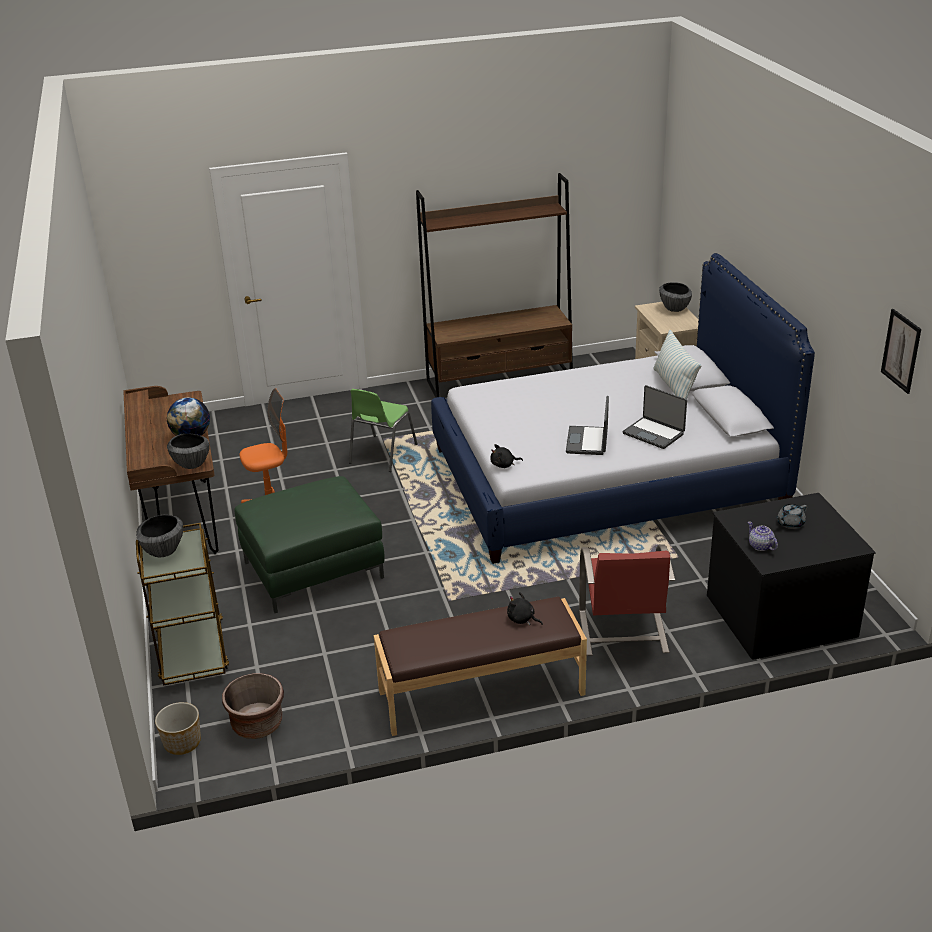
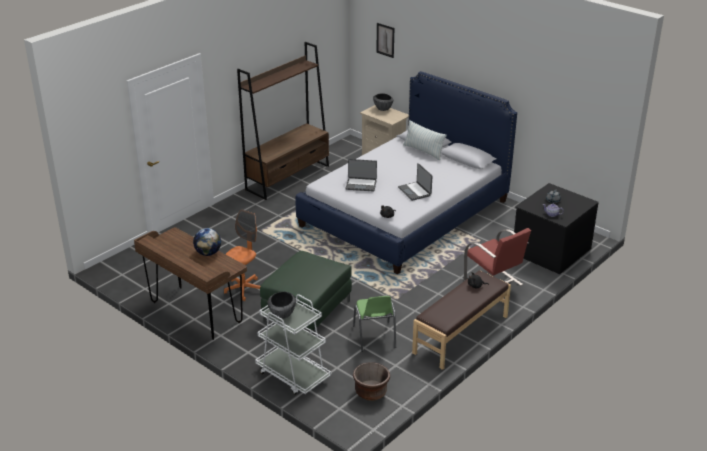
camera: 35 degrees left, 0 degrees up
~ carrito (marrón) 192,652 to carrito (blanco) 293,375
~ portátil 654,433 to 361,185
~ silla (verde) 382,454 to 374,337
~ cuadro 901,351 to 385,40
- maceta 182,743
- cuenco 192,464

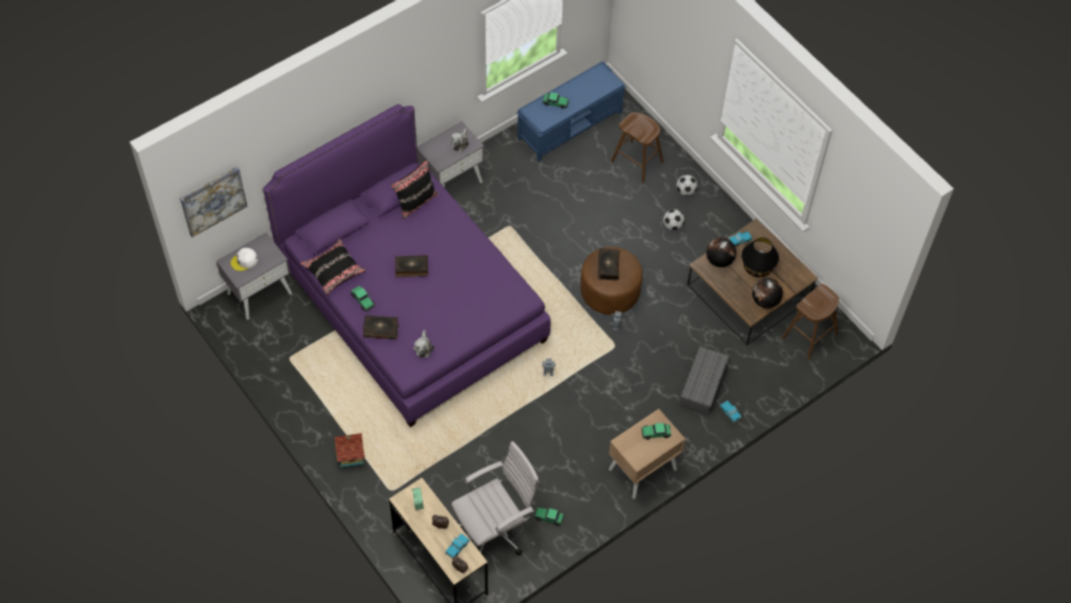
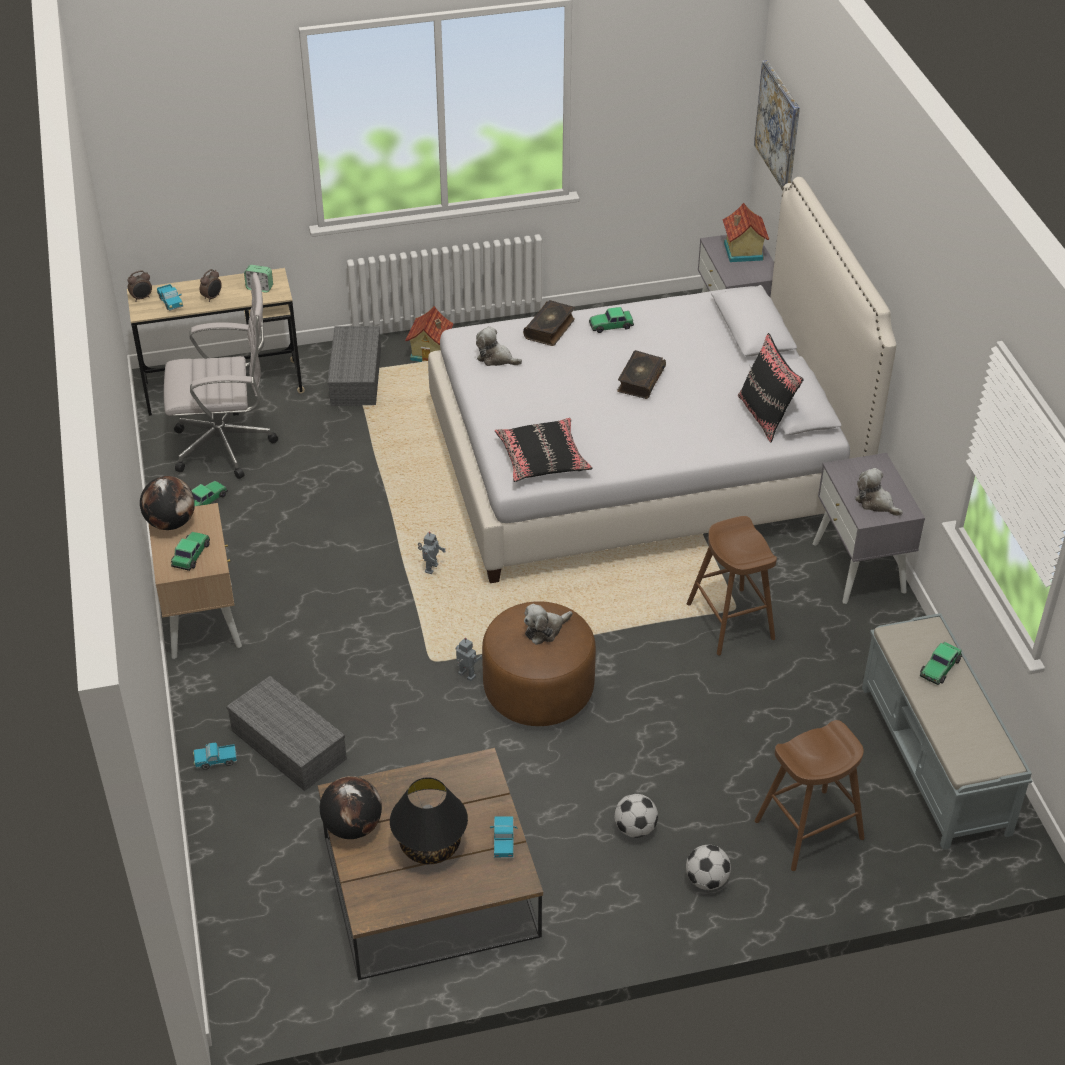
camera: 115 degrees right, 15 degrees down
~ globo terráqueo 719,260 to 171,523
~ silla de oficina (blanco) 495,530 = 228,446 90 degrees counterclockwise
+ caja de almacenaje (gris) 357,378
~ cama (morado) 411,302 to cama (blanco) 642,464
~ cojín (negro) 334,270 to 542,459
~ libro 607,266 to peluche 545,630
~ taburete (marrón) 809,335 to 730,621
~ gorra (blanco) 244,261 to casita 742,252
~ banco (azul) 570,125 to banco (gris) 935,760

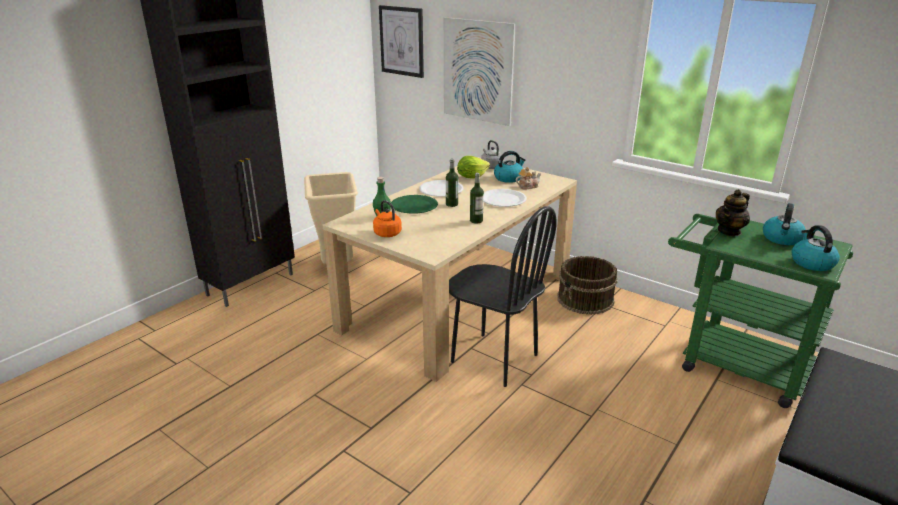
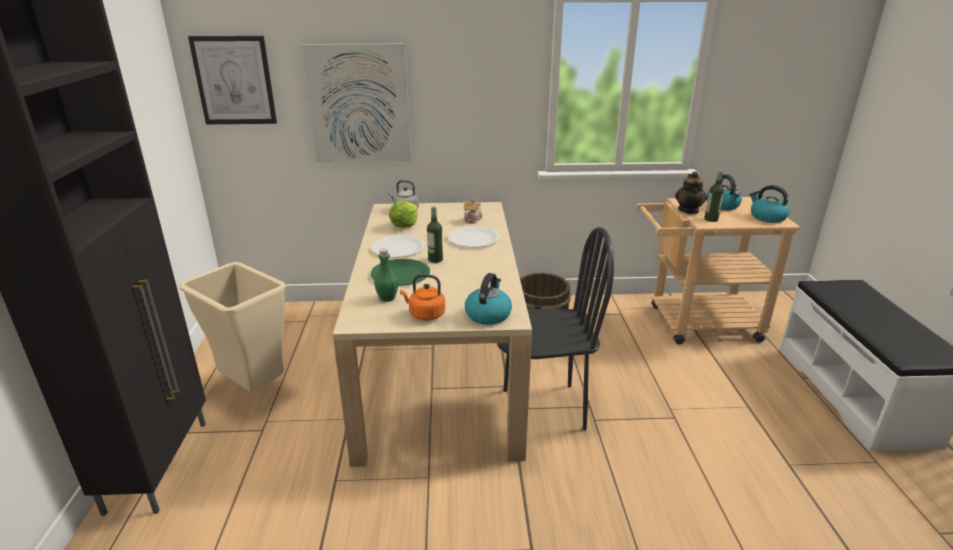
camera: 40 degrees left, 0 degrees up
~ hervidor 509,178 to 488,314
~ carrito (verde) 732,363 to carrito (beis) 694,323
~ botella 476,221 to 711,219

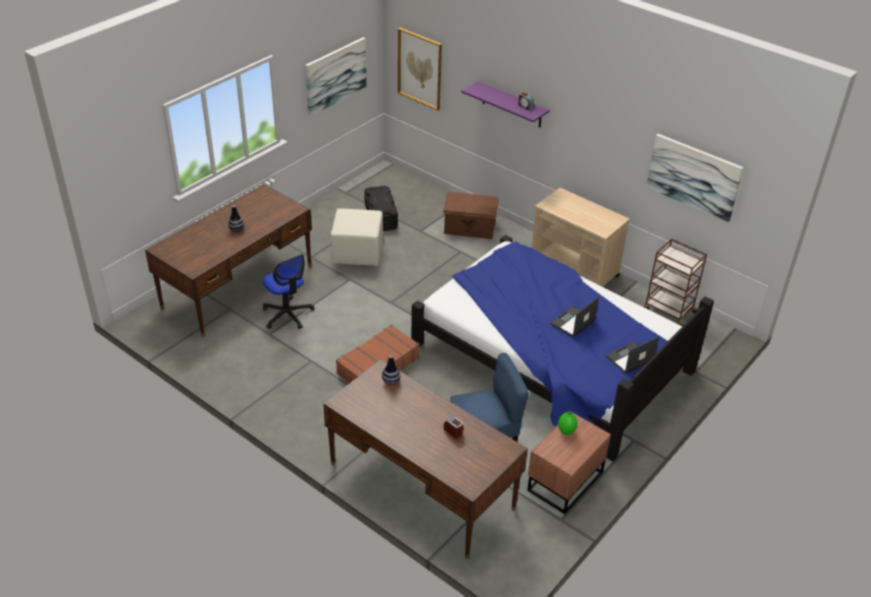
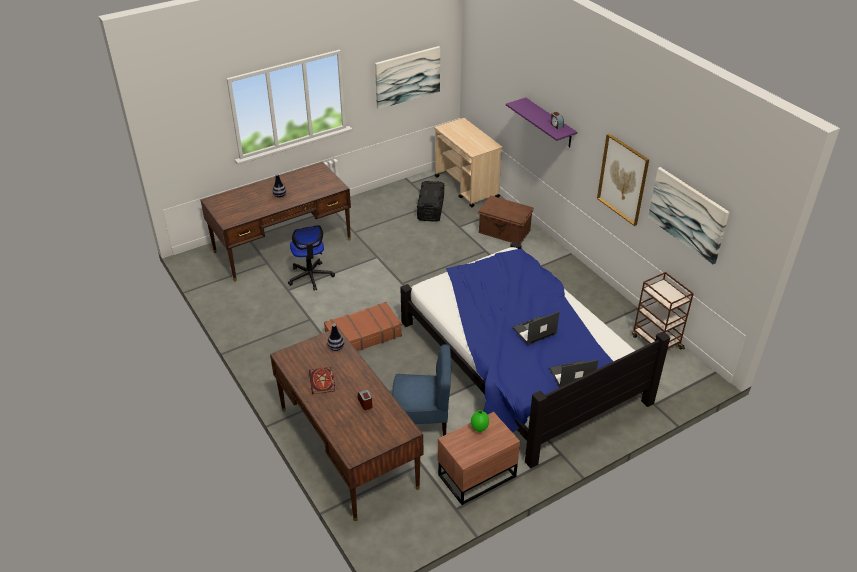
camera: 20 degrees right, 0 degrees up
+ libro 322,382
~ carrito (beis) 574,270 to 466,187
~ cuadro 420,68 to 623,179
- puf (beis) 358,253

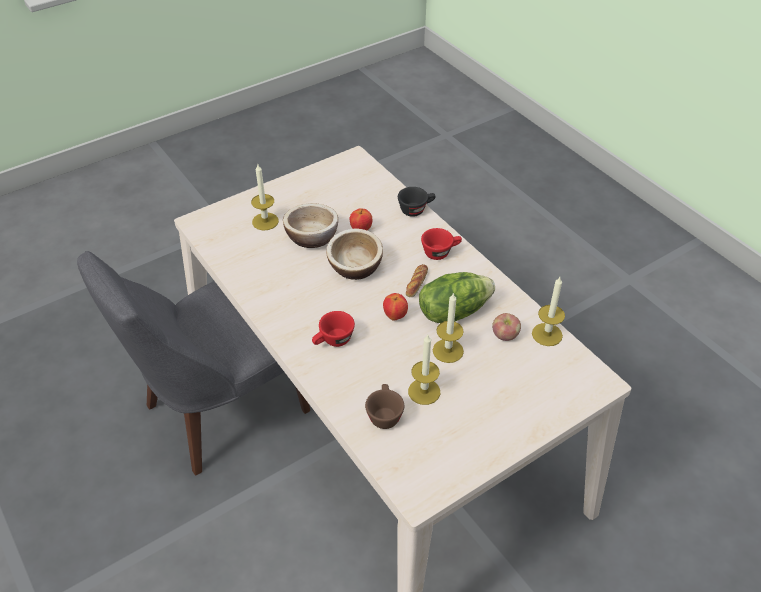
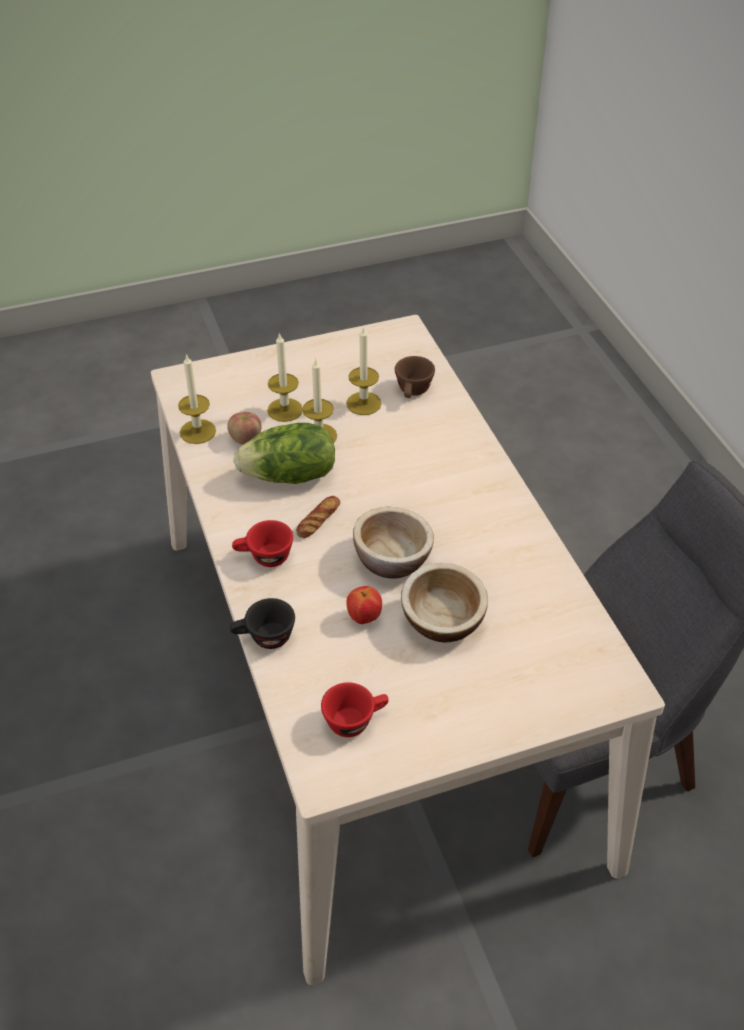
camera: 165 degrees left, 0 degrees up
~ vela 265,221 to 285,410
~ taza (rojo) 333,341 to 355,720
- manzana 395,316

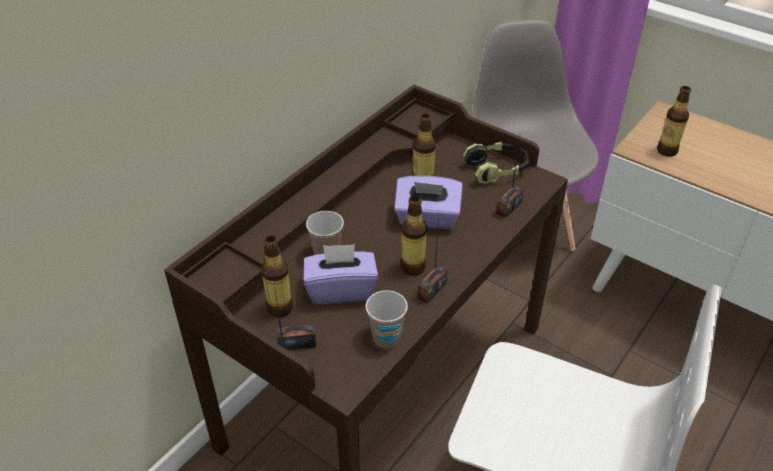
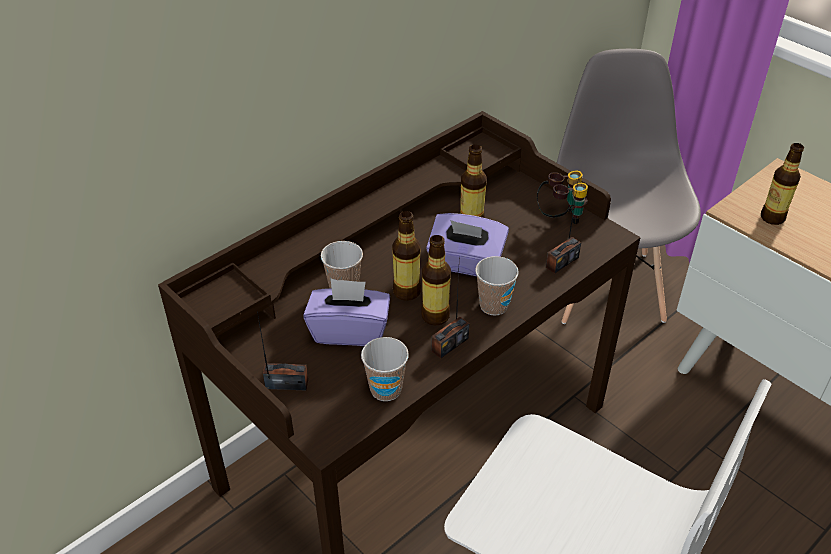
camera: 10 degrees right, 0 degrees up
~ botella 280,308 to 406,291
+ taza 493,305
~ auriculares 497,170 to prismáticos 559,217

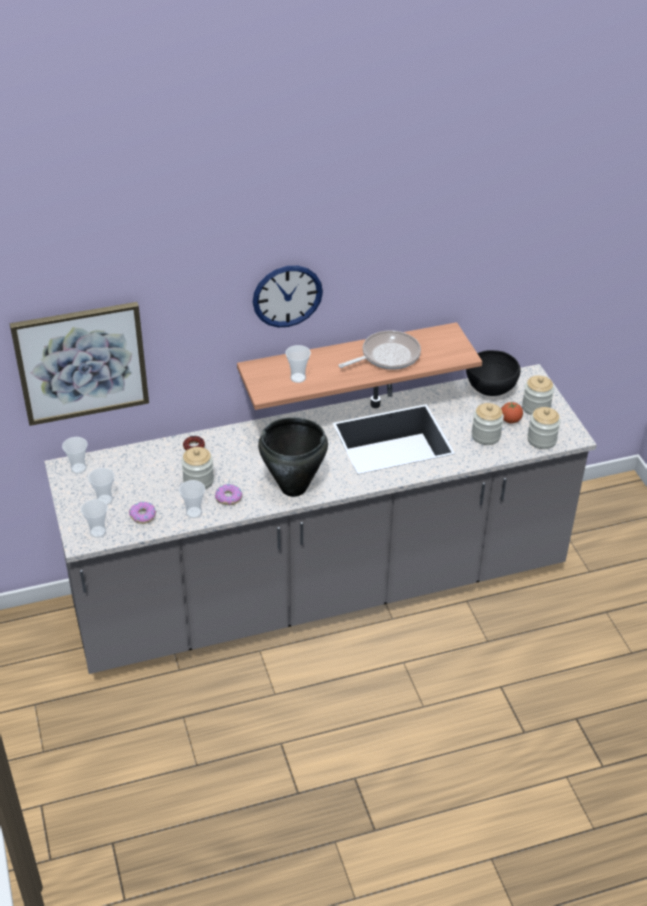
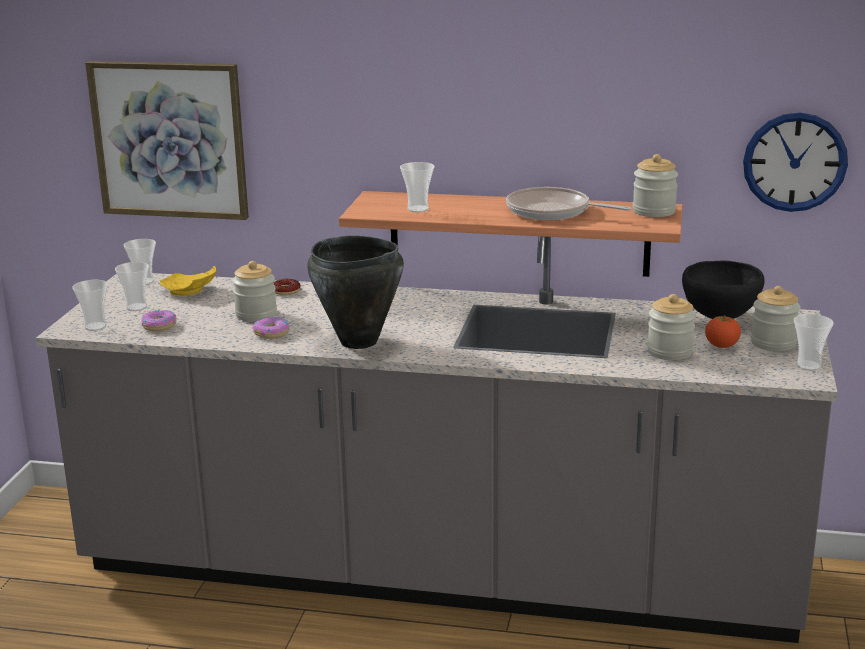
camera: 30 degrees right, 20 degrees down
+ plato (amarillo) 190,291
~ sartén 387,356 = 553,212 150 degrees counterclockwise
~ tarro 541,440 to 654,211
~ reloj de pared 287,296 to 794,162
~ taza 194,512 to 808,366

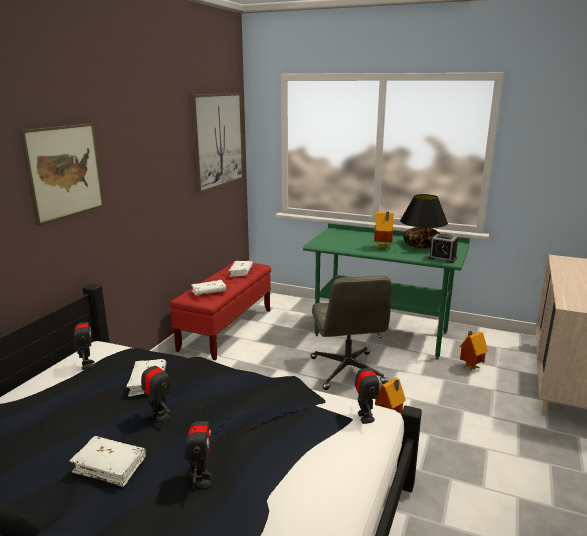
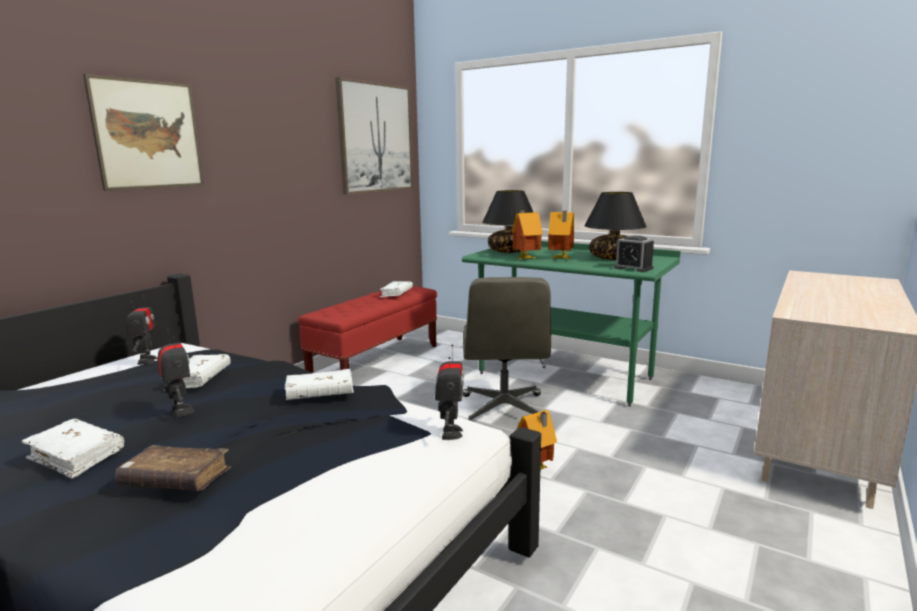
camera: 10 degrees right, 5 degrees down
~ robot de juguete 201,479 to libro (marrón) 176,480
~ libro (blanco) 209,292 to 320,394
+ lámpara de mesa (negro) 509,251
~ casita 469,367 to 525,259

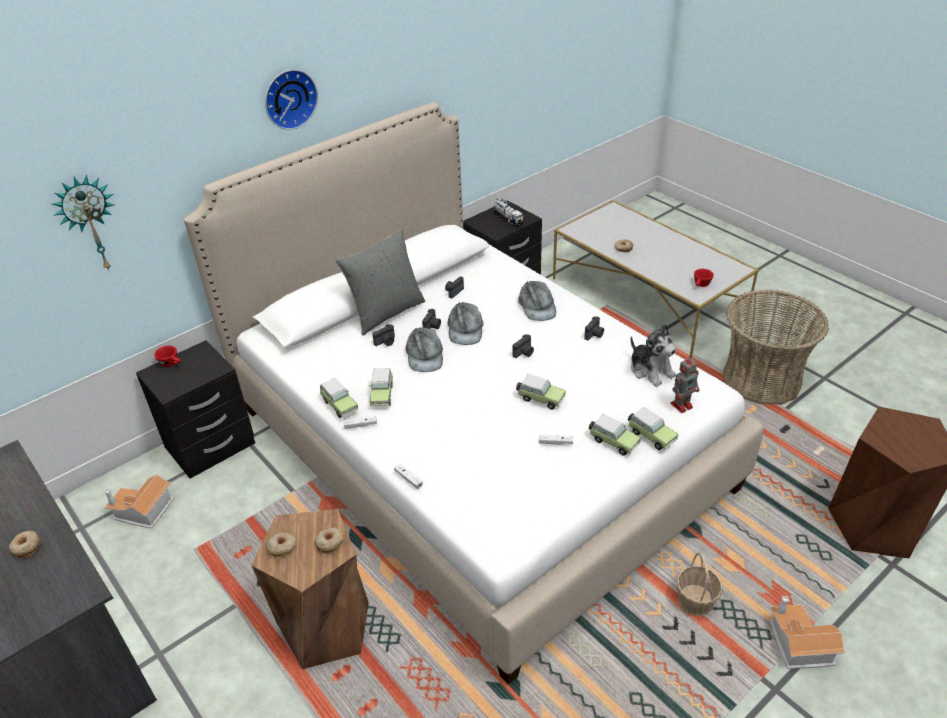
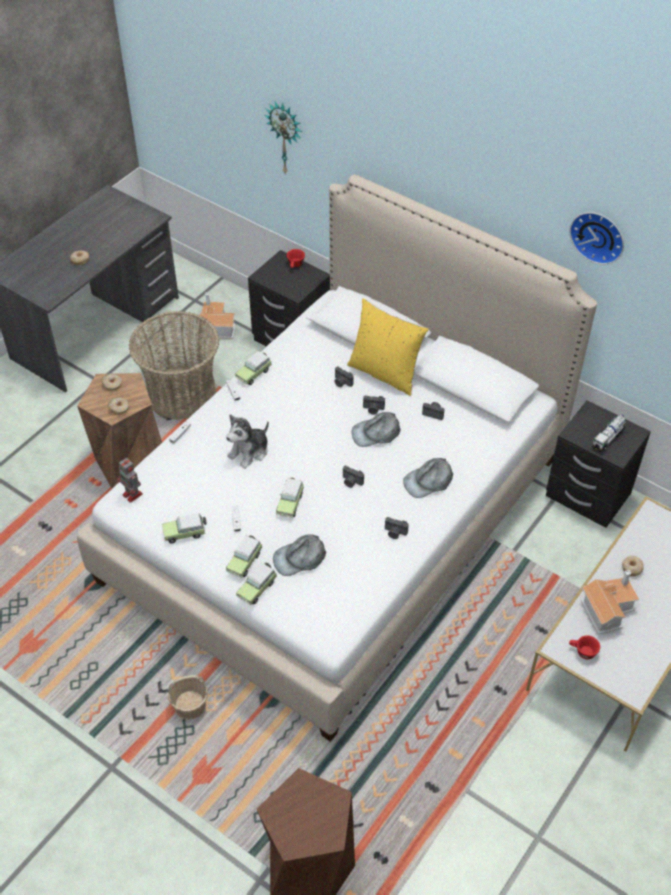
camera: 75 degrees right, 10 degrees up
~ robot de juguete 682,405 to 133,495
~ cesta 761,380 to 181,394
~ coche de juguete 382,394 to 186,533
~ peluche 651,370 to 249,452
~ gorra (gris) 424,355 to 300,558
~ cojín (gris) 386,312 to cojín (amarillo) 385,372
~ reloj de pared 289,98 to 598,235
~ casita 797,644 to 607,608

